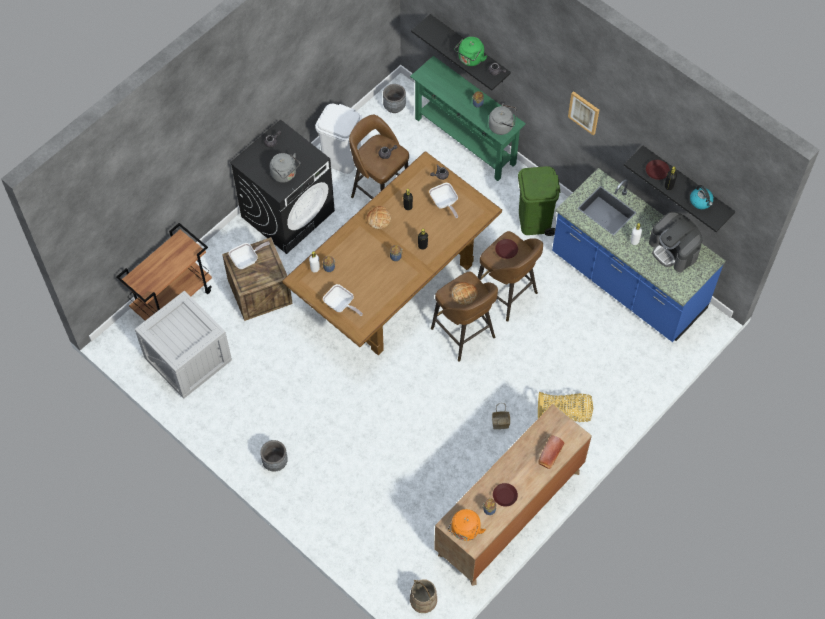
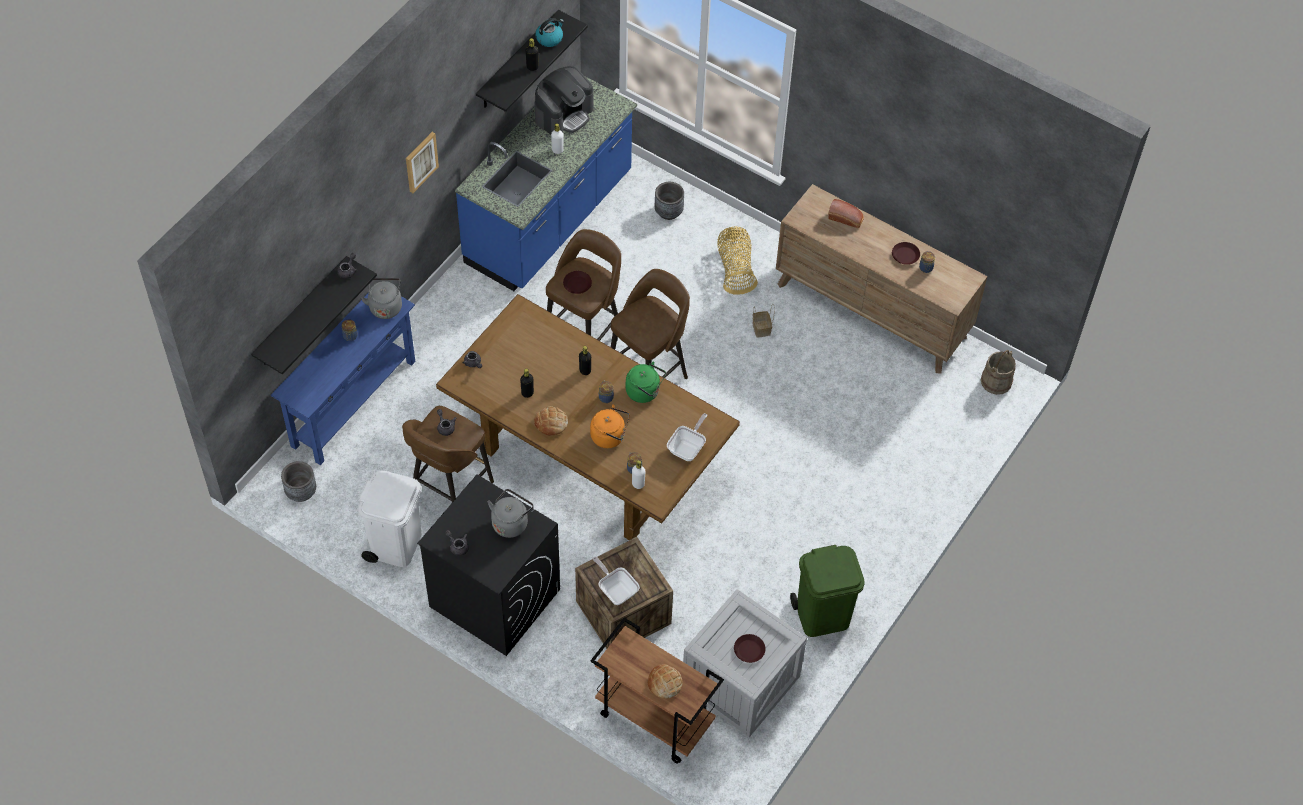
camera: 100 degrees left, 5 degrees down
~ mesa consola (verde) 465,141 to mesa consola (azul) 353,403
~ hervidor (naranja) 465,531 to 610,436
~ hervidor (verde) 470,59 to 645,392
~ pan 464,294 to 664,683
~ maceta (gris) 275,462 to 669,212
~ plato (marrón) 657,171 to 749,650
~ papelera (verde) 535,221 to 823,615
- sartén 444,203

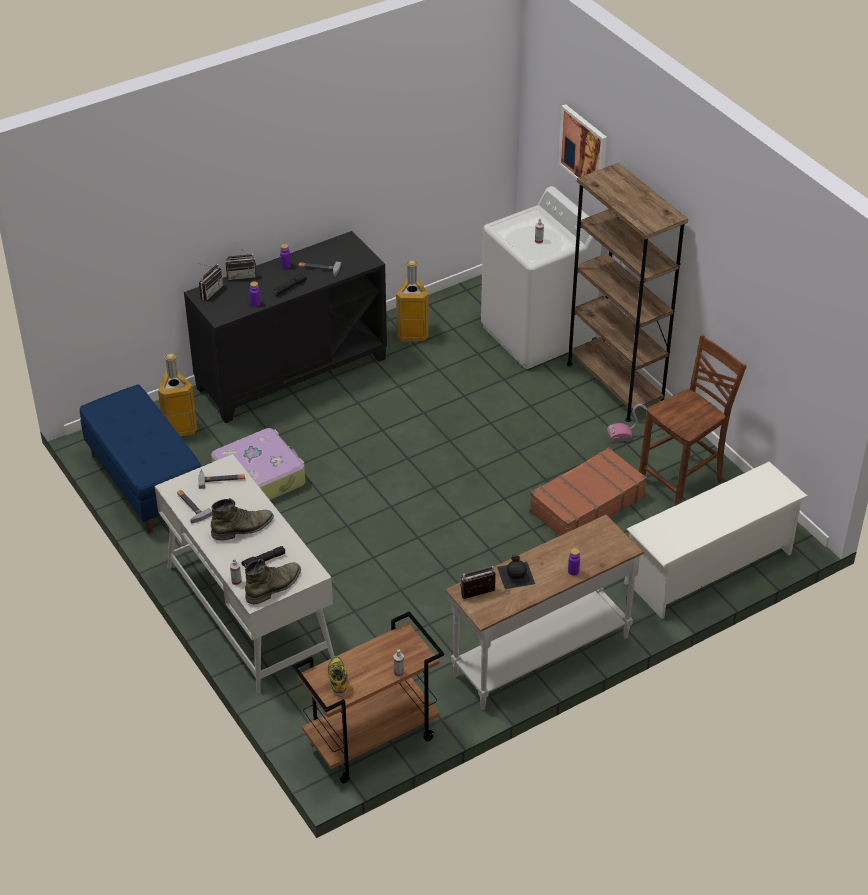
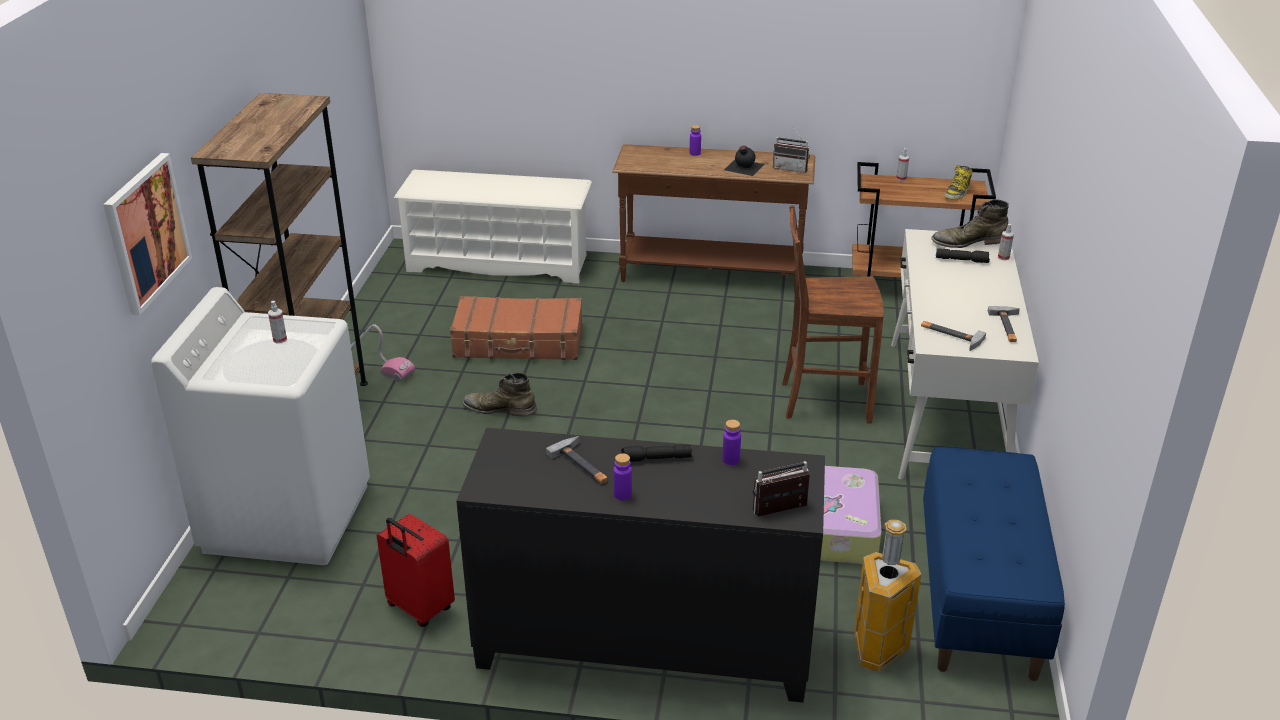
camera: 140 degrees left, 10 degrees down
~ papelera 412,333 to maleta (rojo) 419,608
~ bota (verde) 243,528 to 499,408
~ mesa consola (blanco) 540,654 to mesa consola (marrón) 711,276
~ silla (marrón) 683,481 to 823,401
- radio 241,275

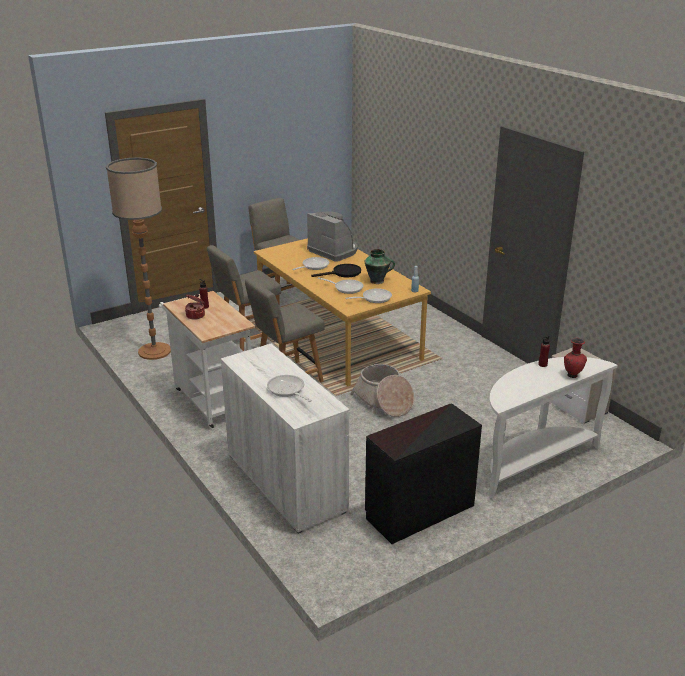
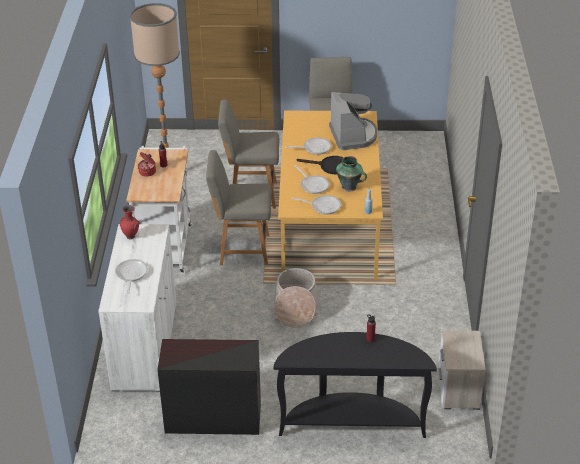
camera: 35 degrees right, 10 degrees up
~ florero (rojo) 572,375 to 131,236
~ mesa consola (blanco) 533,462 to mesa consola (negro) 352,422

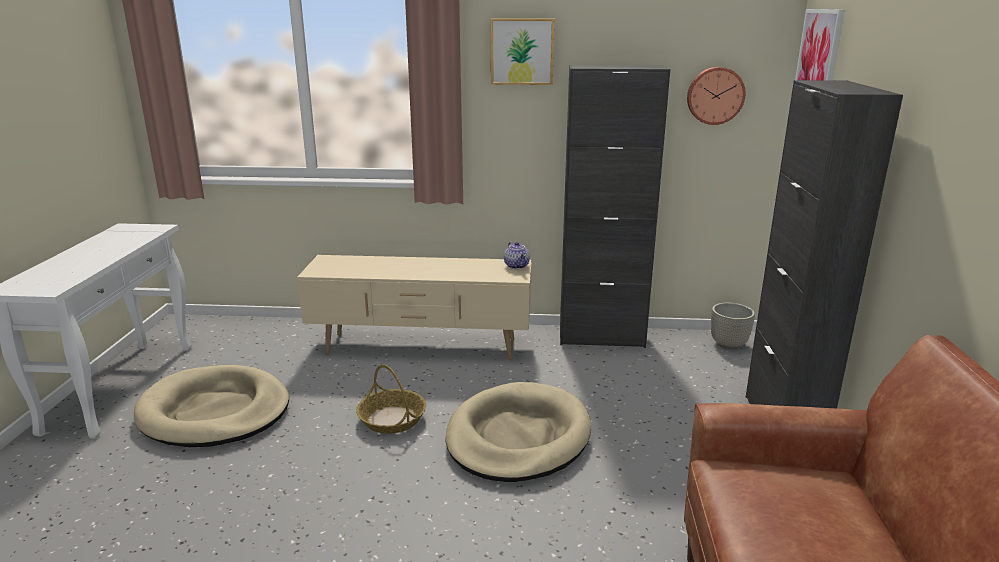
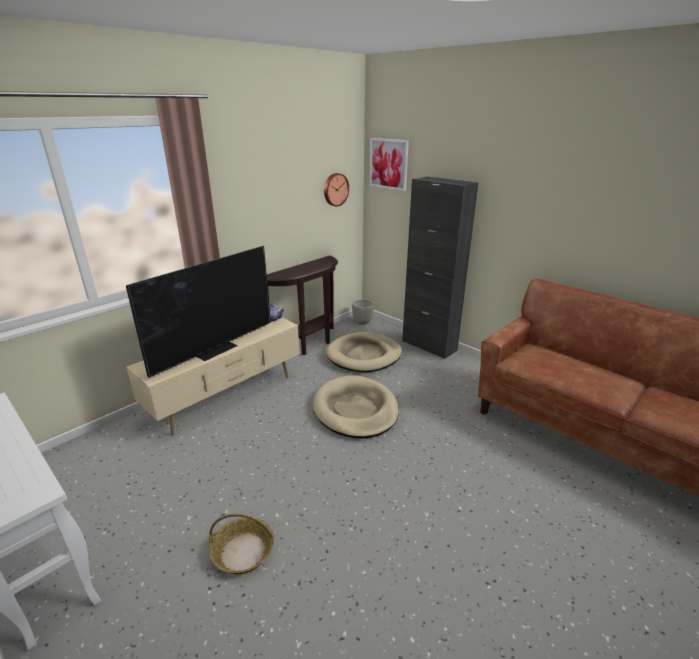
camera: 50 degrees left, 5 degrees up
+ televisor 215,349
~ cesta 392,419 to 244,551
~ armario (negro) 601,338 to mesa consola (marrón) 309,344
~ cama para perro (beis) 215,412 to 364,355
- cuadro 522,51

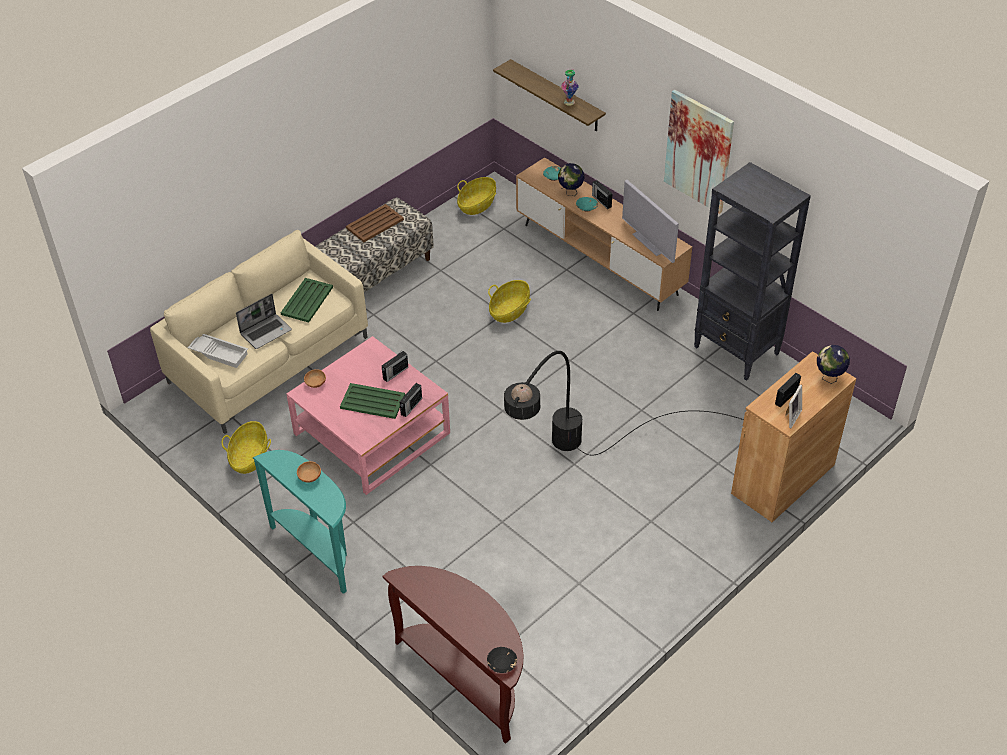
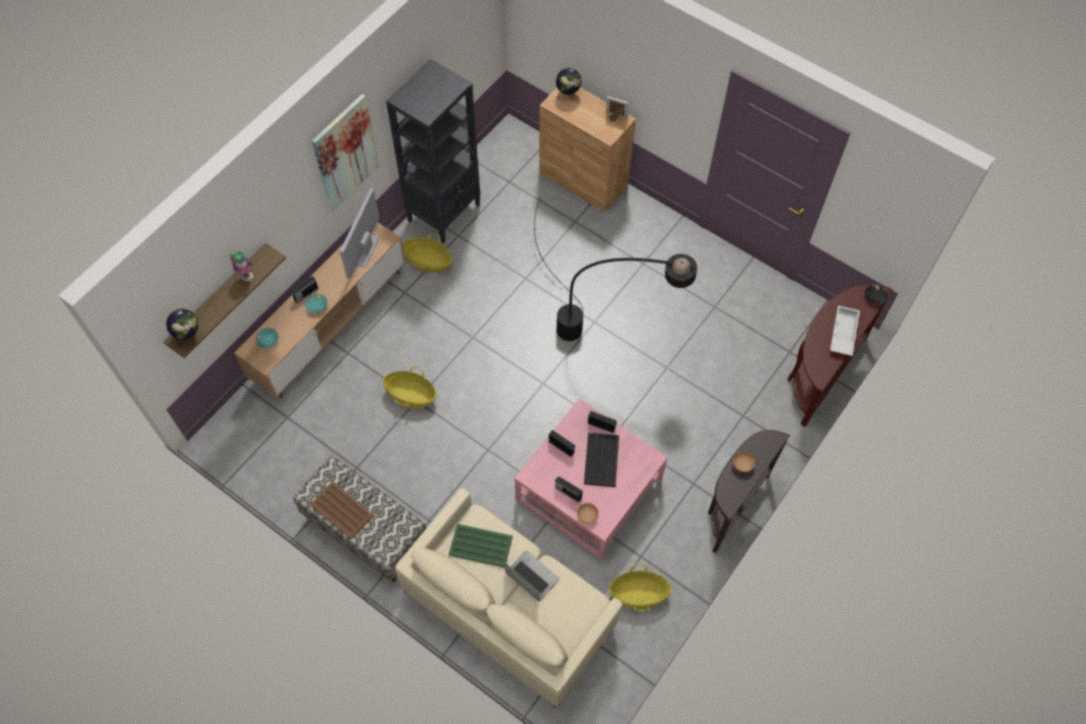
camera: 100 degrees left, 15 degrees up
~ globo terráqueo 570,192 to 189,336
~ televisor 649,242 = 366,250 150 degrees clockwise
~ cesta 477,205 to 428,261
~ radio 787,396 to 568,492
~ bandeja (verde) 372,401 to bandeja (negro) 601,460
~ mesa consola (turquesa) 317,551 to mesa consola (marrón) 731,506
~ bandeja (blanco) 220,353 to 842,333

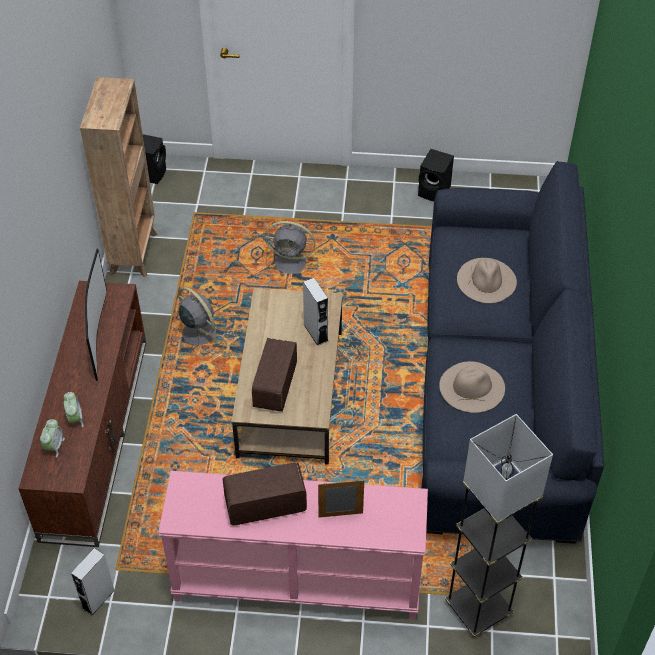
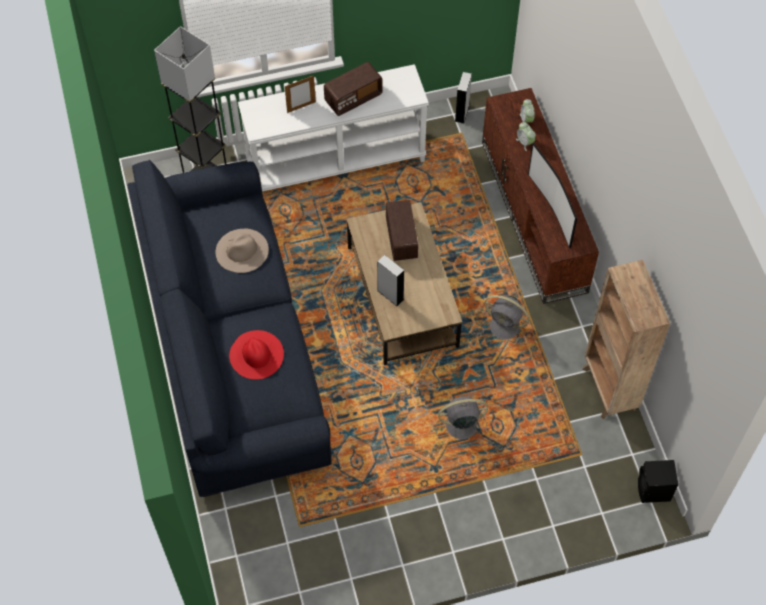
camera: 160 degrees right, 10 degrees up
~ sombrero (beis) 486,280 to sombrero (rojo) 256,354
~ mesa consola (rosa) 296,582 to mesa consola (blanco) 336,161
- altavoz (negro) 435,191

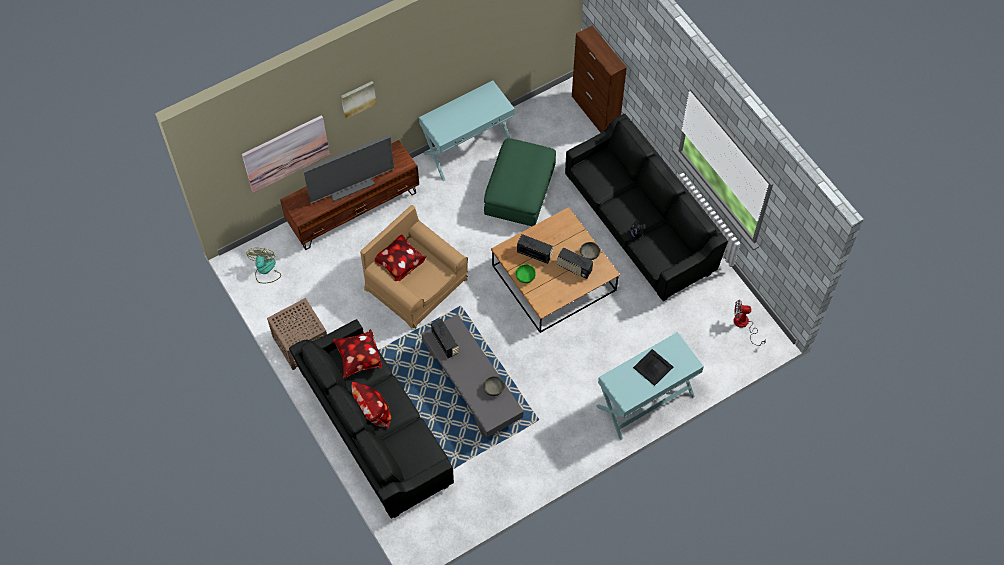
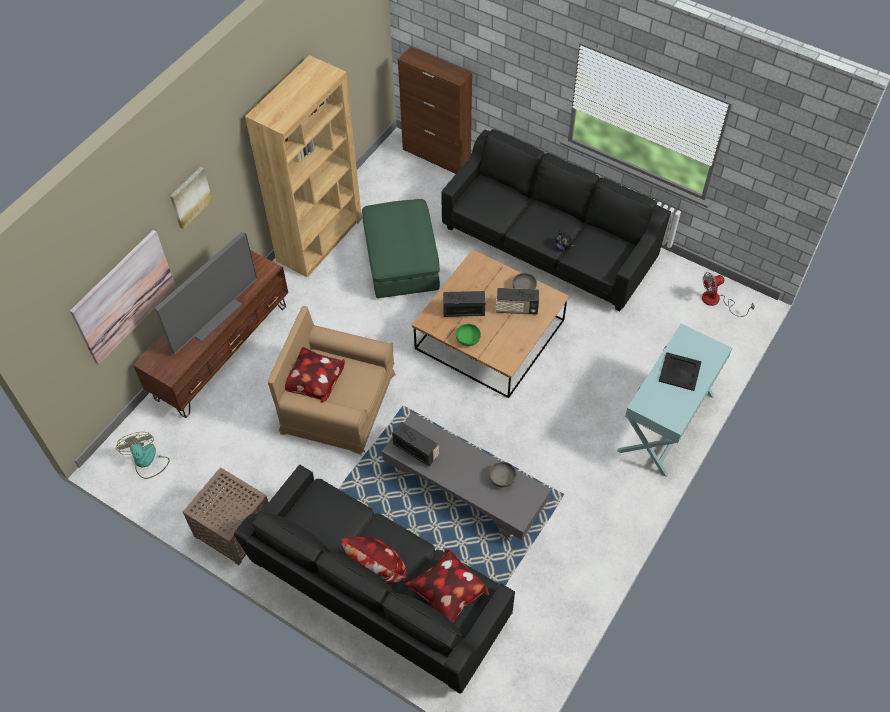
camera: 25 degrees left, 5 degrees down
~ mesa consola (turquesa) 468,148 to estantería (marrón) 320,239
~ cojín 358,359 to 447,595

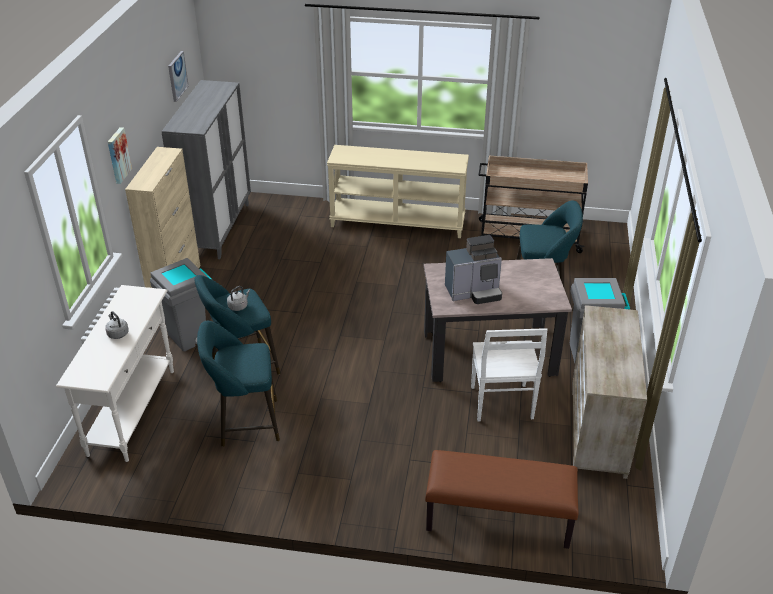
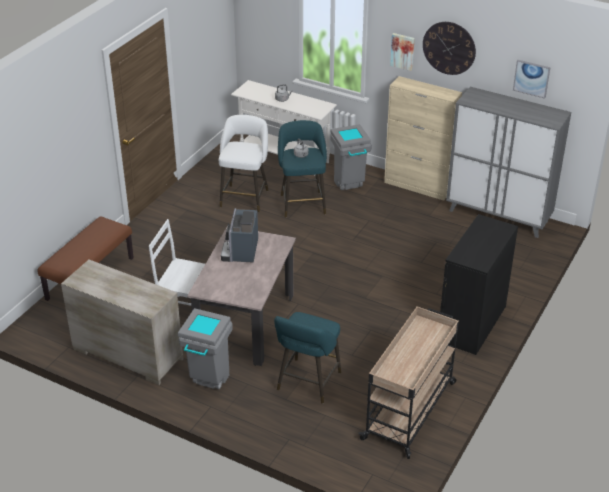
camera: 110 degrees right, 0 degrees up
~ taburete (turquesa) 245,423 to taburete (blanco) 245,197
+ reloj de pared 449,48
~ mesa consola (beis) 398,222 to armario (negro) 472,323

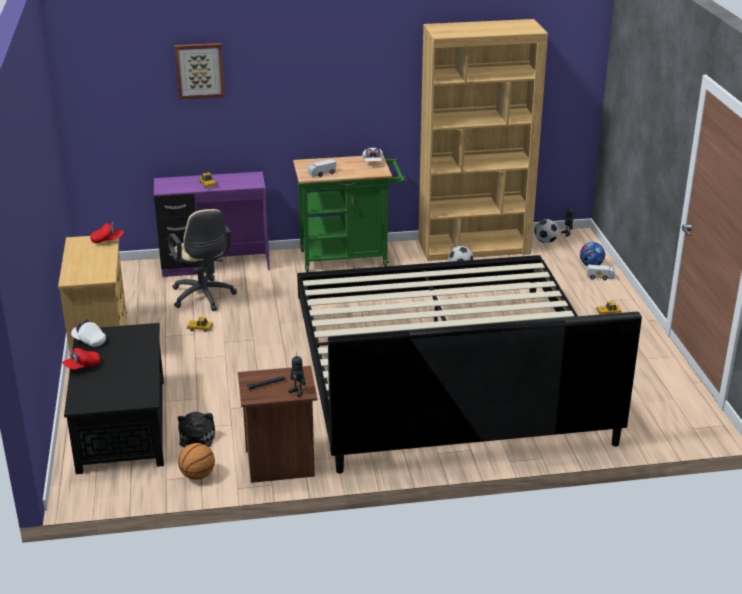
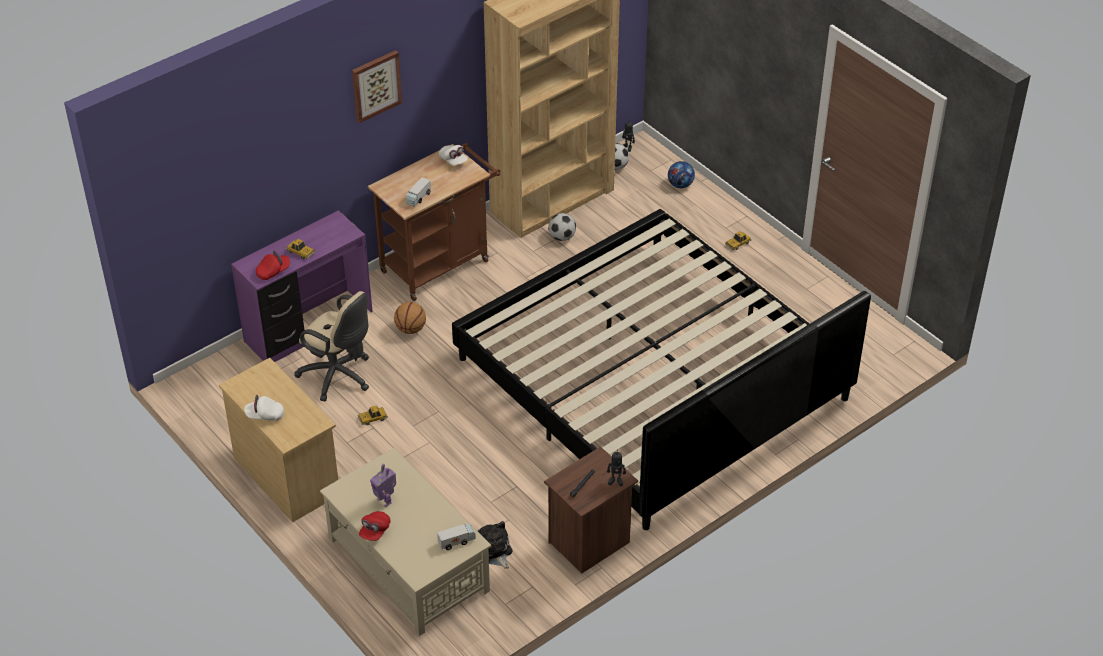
camera: 30 degrees left, 15 degrees up
~ gorra (blanco) 89,341 to 265,415
~ gorra (rojo) 107,240 to 273,271
~ mesa de centro (negro) 122,425 to mesa de centro (beis) 408,565
~ cuadro 199,70 to 375,85
~ carrito (verde) 349,257 to carrito (marrón) 440,263
+ robot de juguete 385,500
~ balón de baloncesto 197,475 to 410,329
~ camión de juguete 600,277 to 457,541

